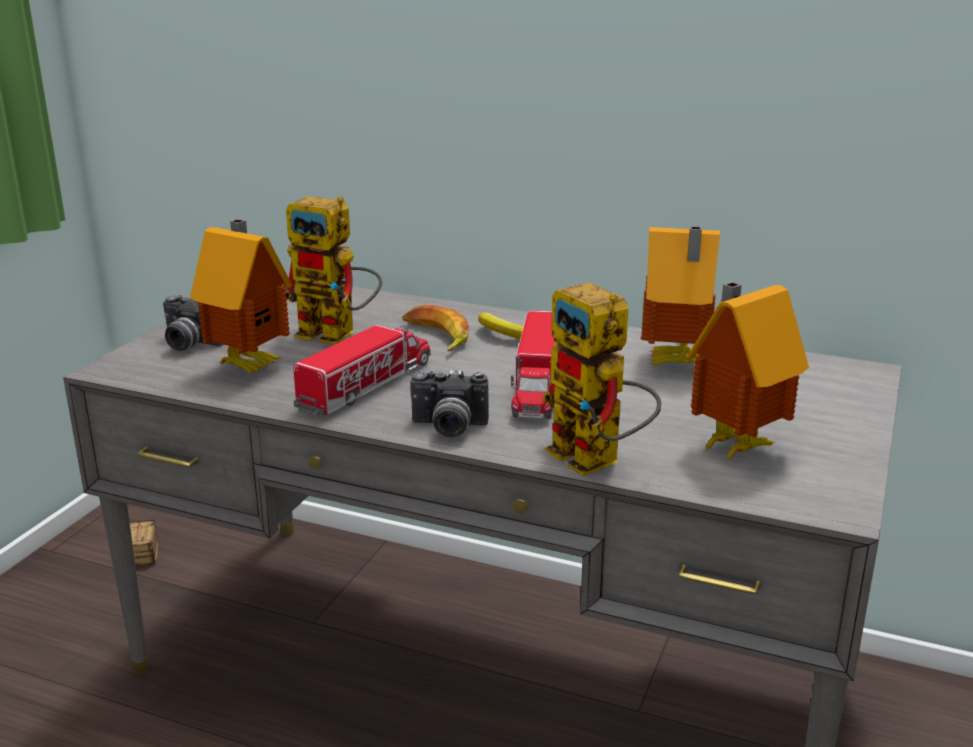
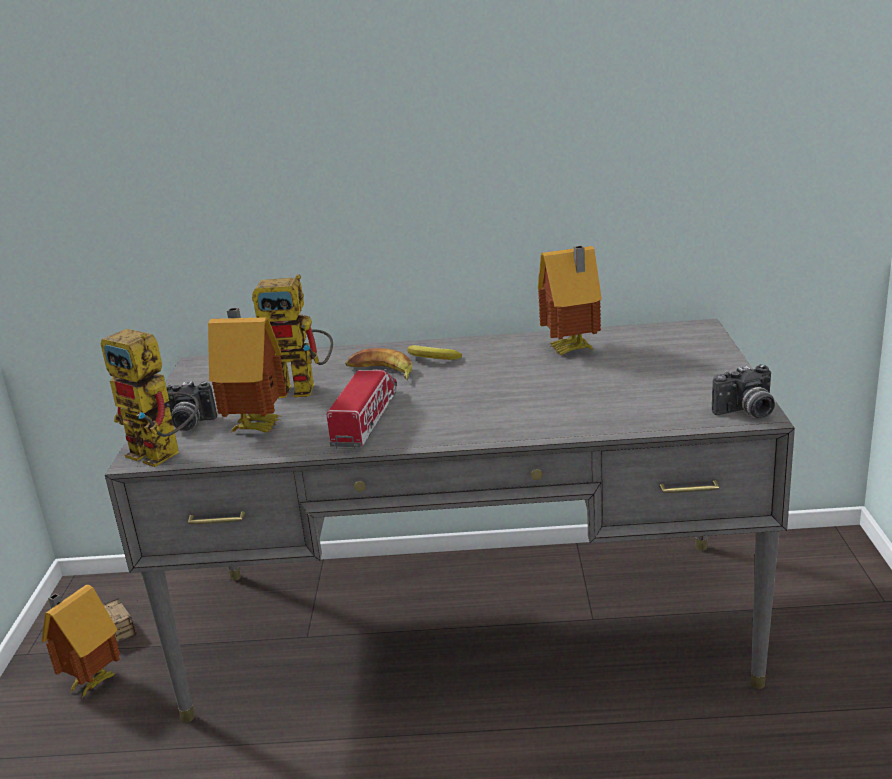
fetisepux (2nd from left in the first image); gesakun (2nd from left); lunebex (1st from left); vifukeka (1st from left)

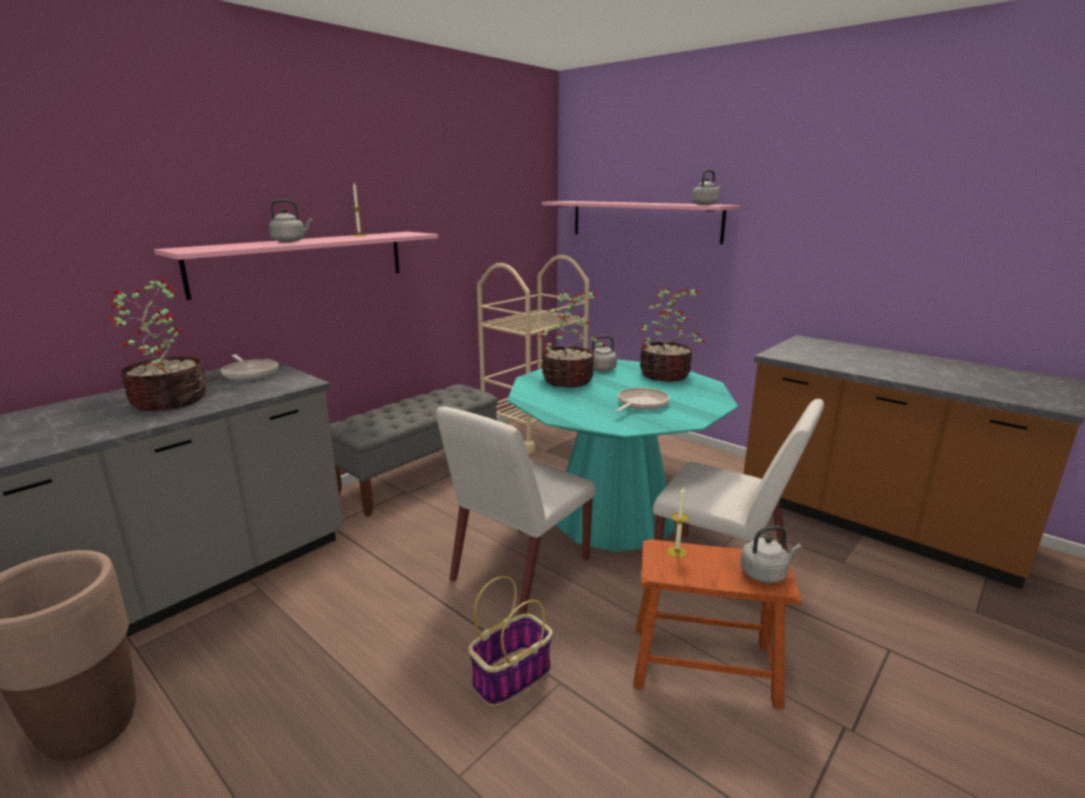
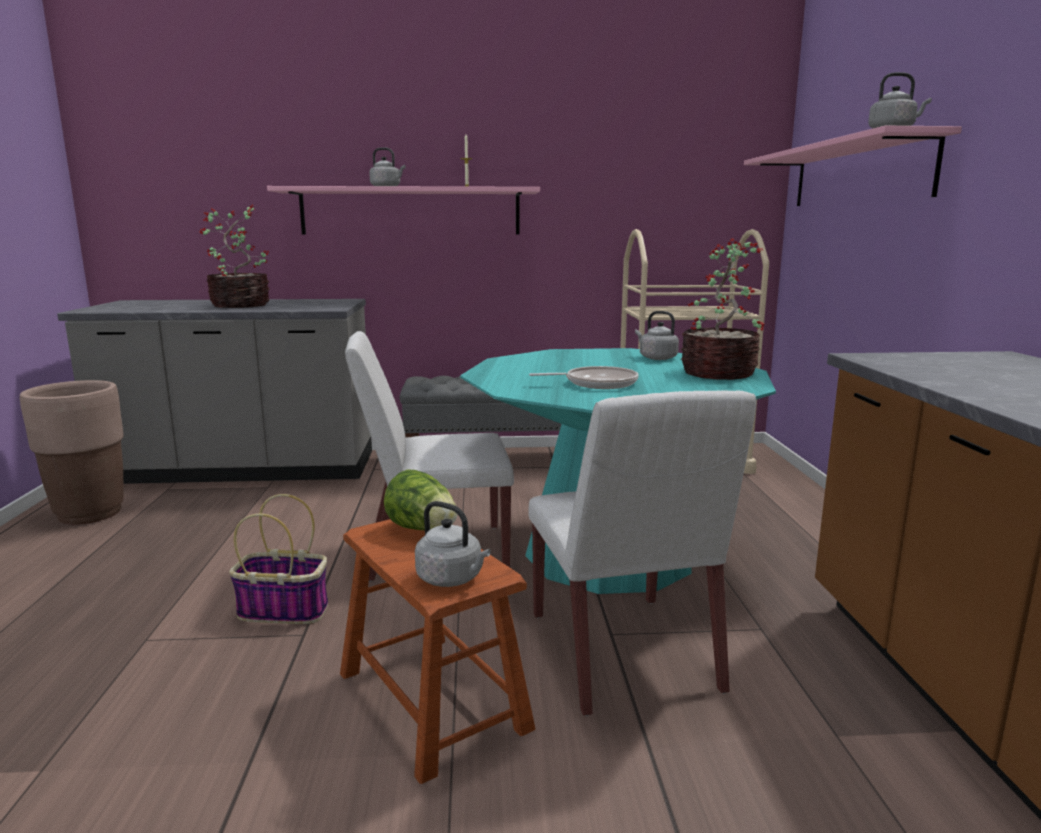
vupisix (1st from left in the first image); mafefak (2nd from left in the first image); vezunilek

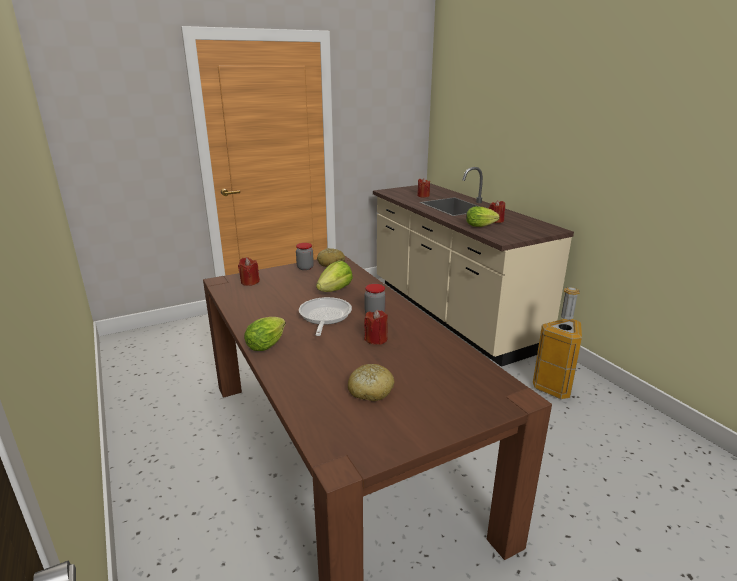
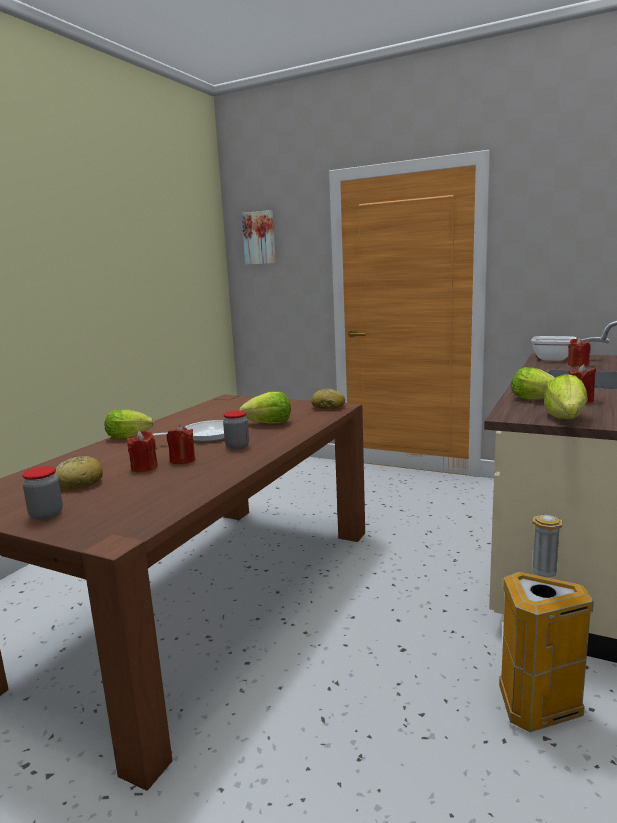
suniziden; vupisix (2nd from left); vezunilek (4th from left); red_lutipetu (1st from left); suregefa (1st from left)

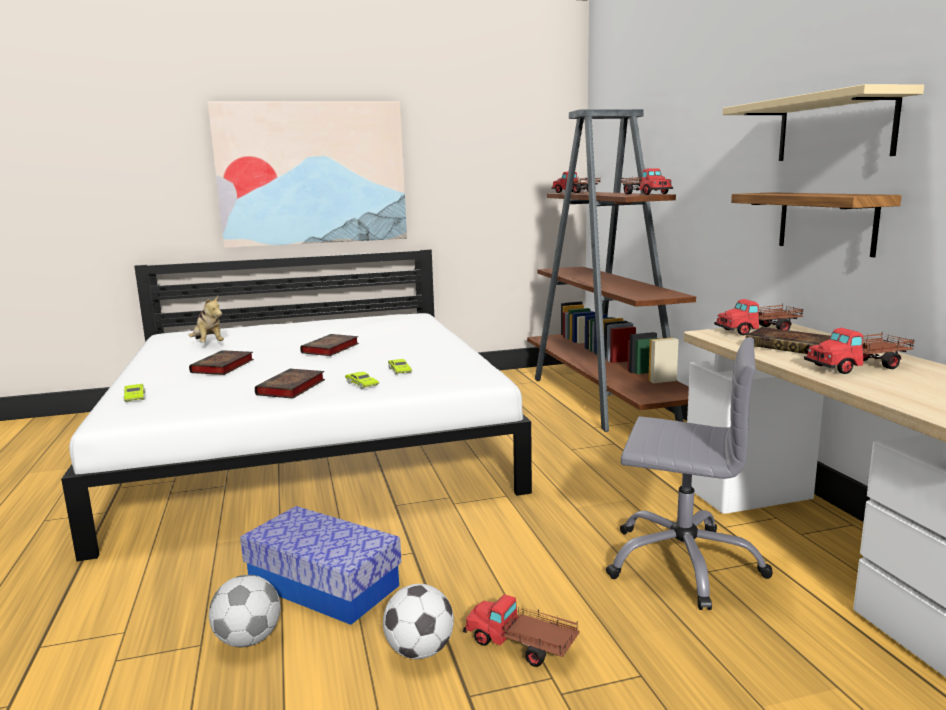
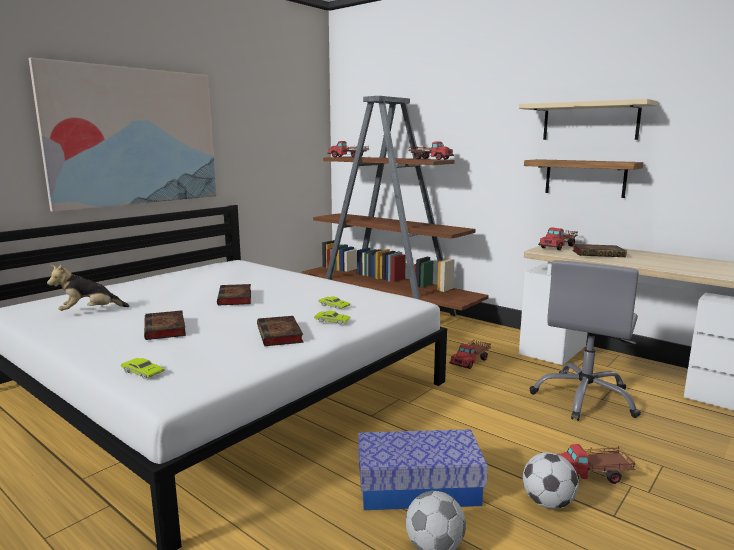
fetisepux (3rd from left); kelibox; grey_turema

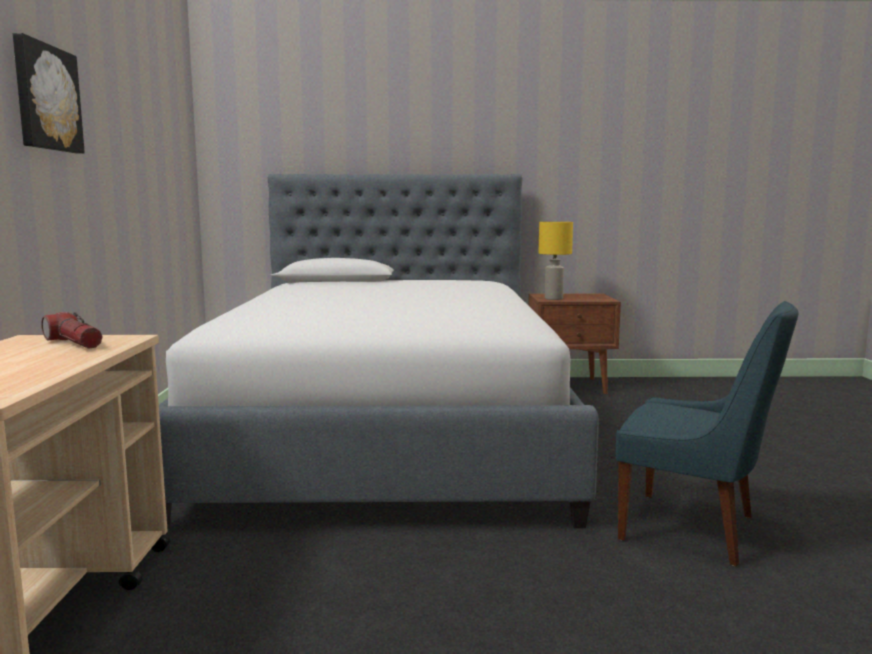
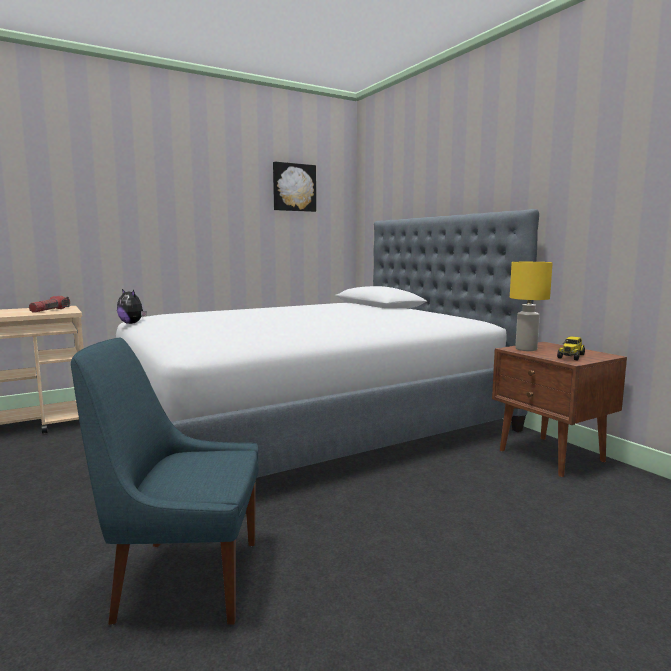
kelibox; fetisepux; suniziden; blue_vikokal

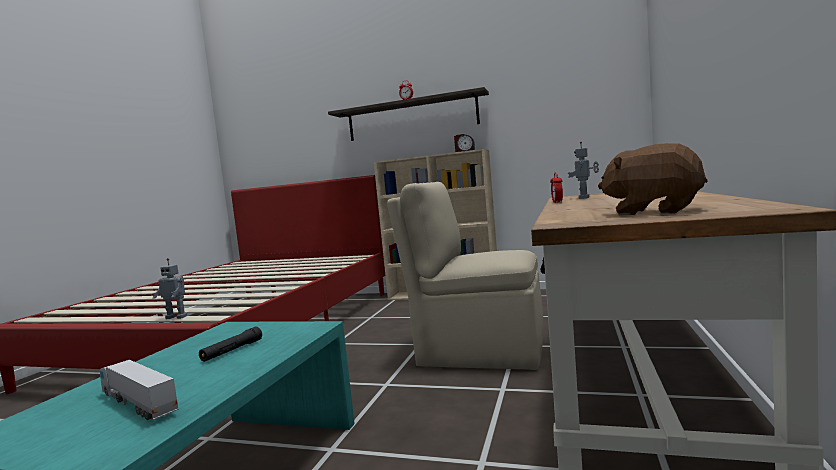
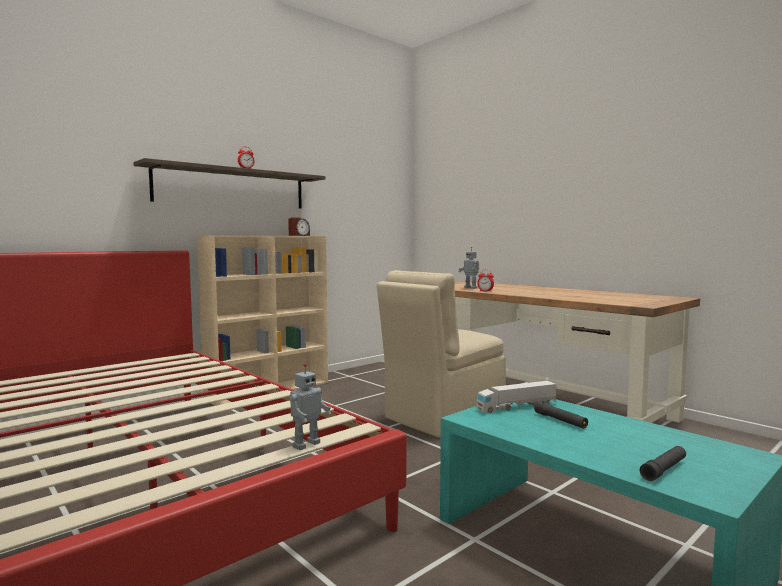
brown_kelibox; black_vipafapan (2nd from left); fetisepux

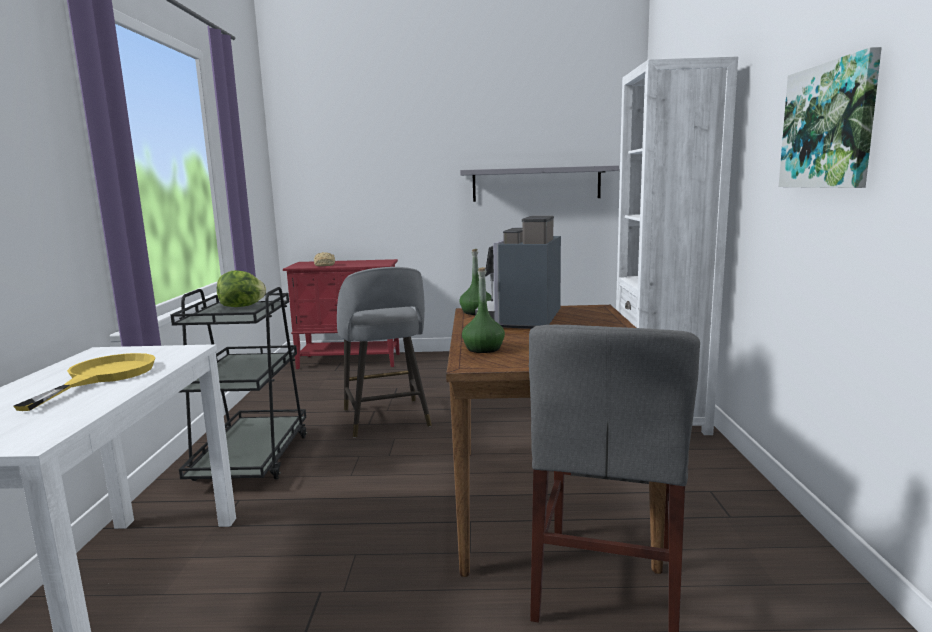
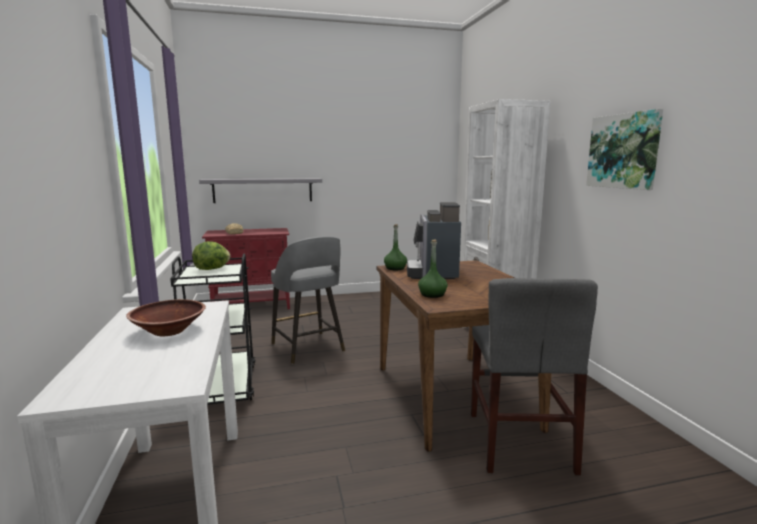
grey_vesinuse; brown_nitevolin

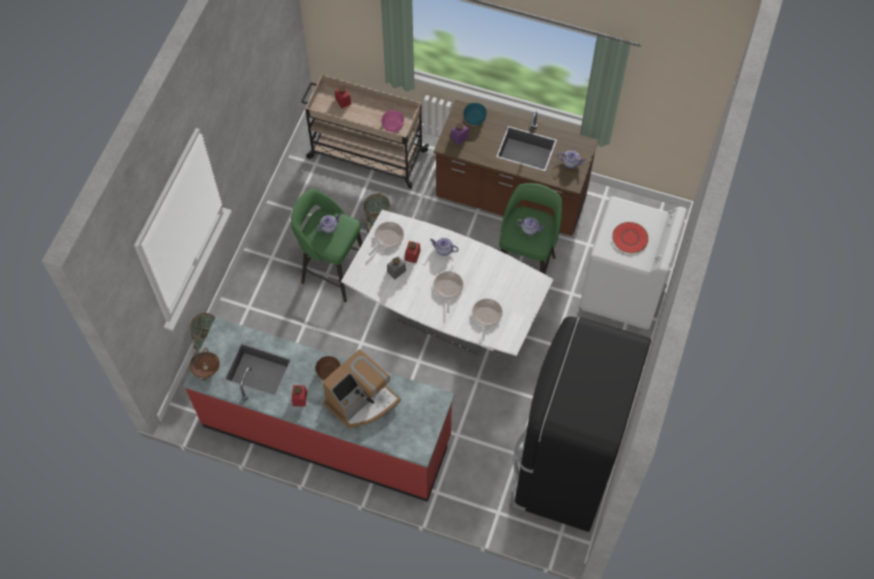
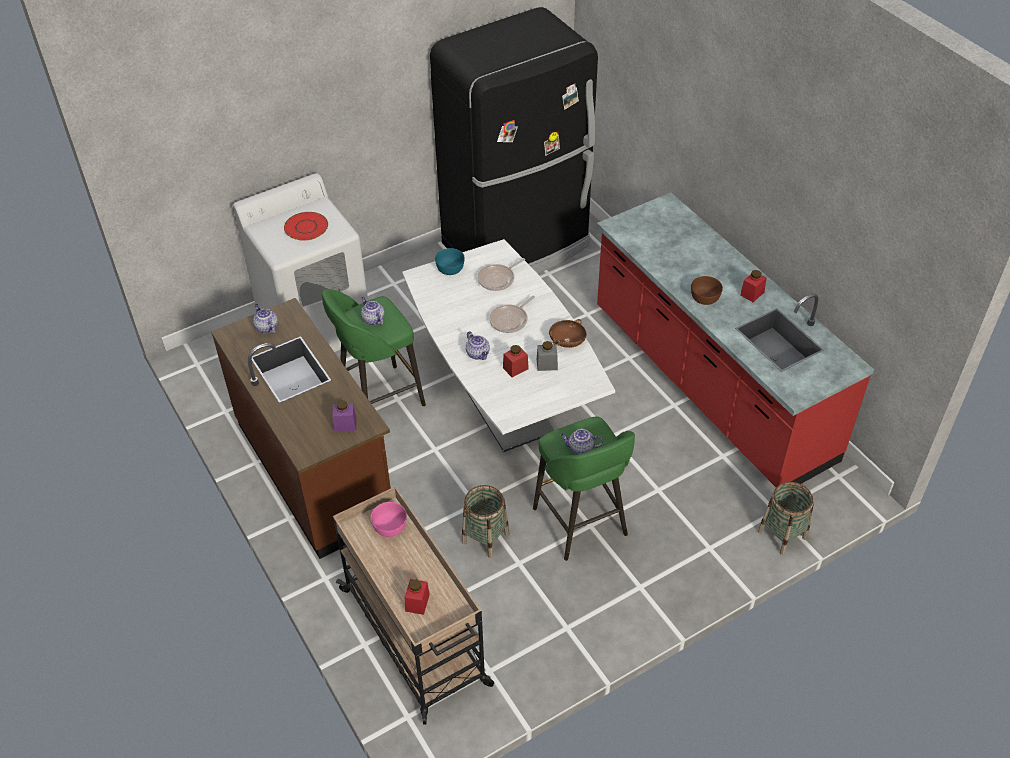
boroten; vupisix (1st from left in the first image); brown_nitevolin (1st from left); turquoise_nitevolin

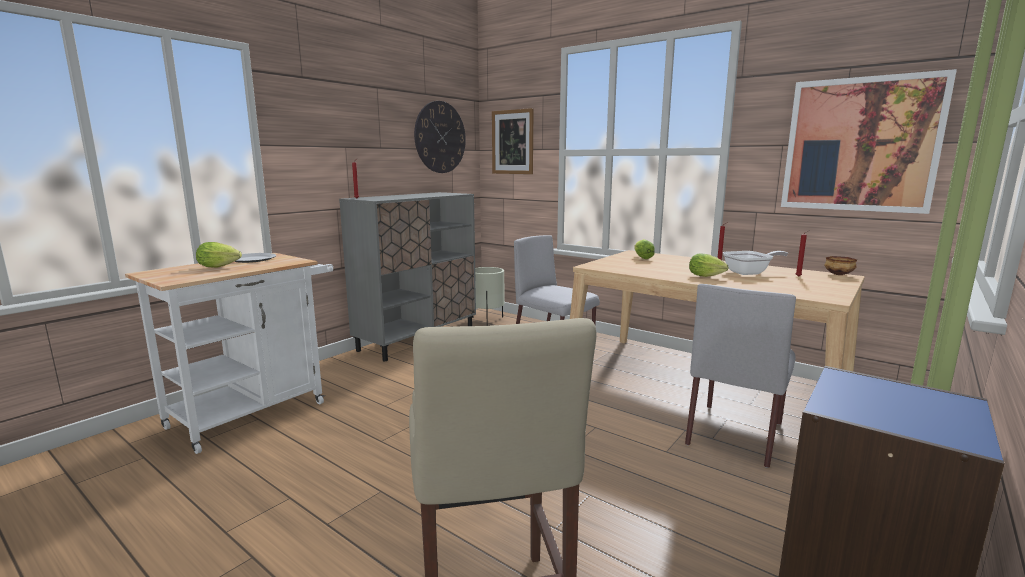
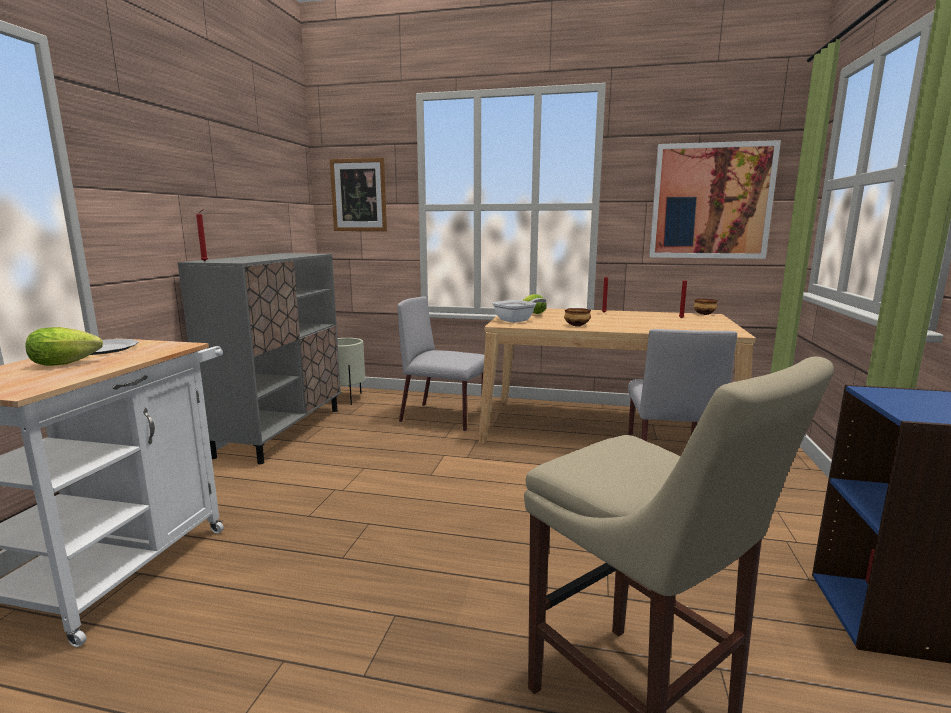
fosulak; vezunilek (3rd from left in the first image); nitevolin (1st from left); vupisix

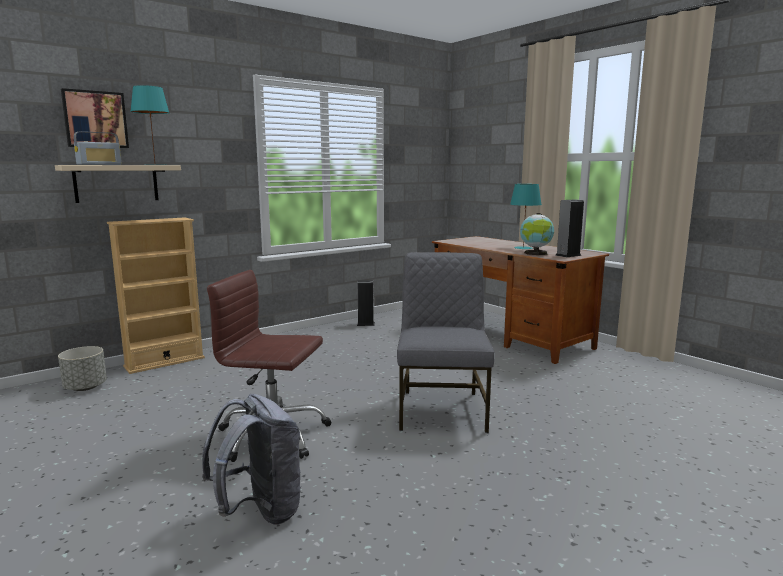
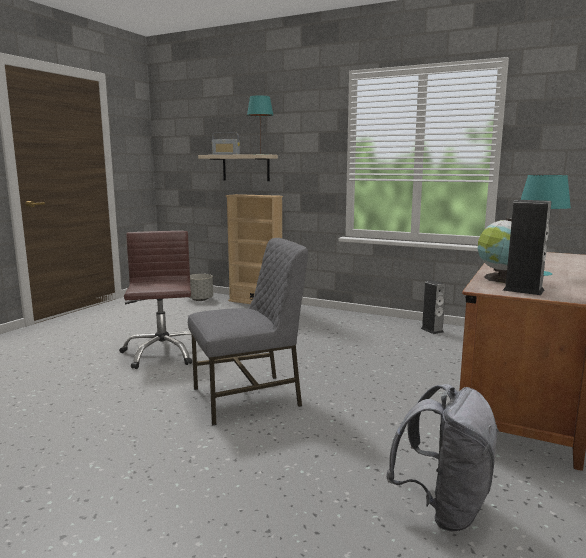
suniziden; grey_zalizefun

